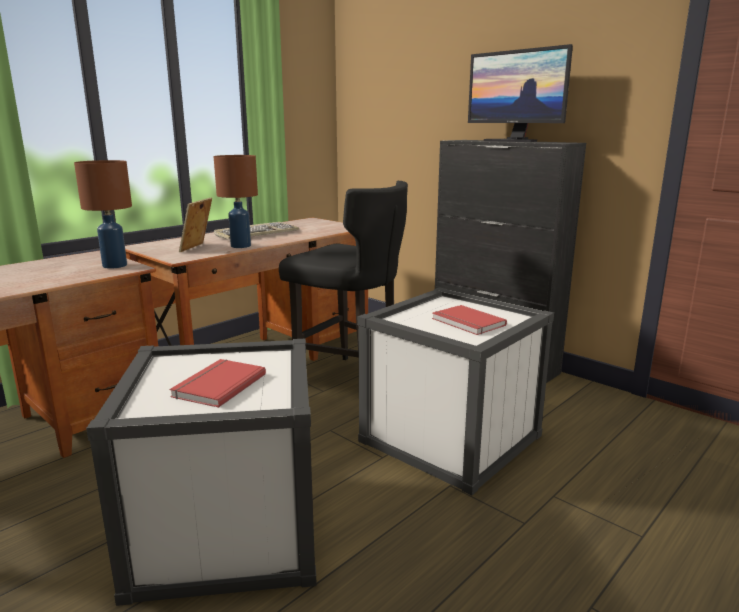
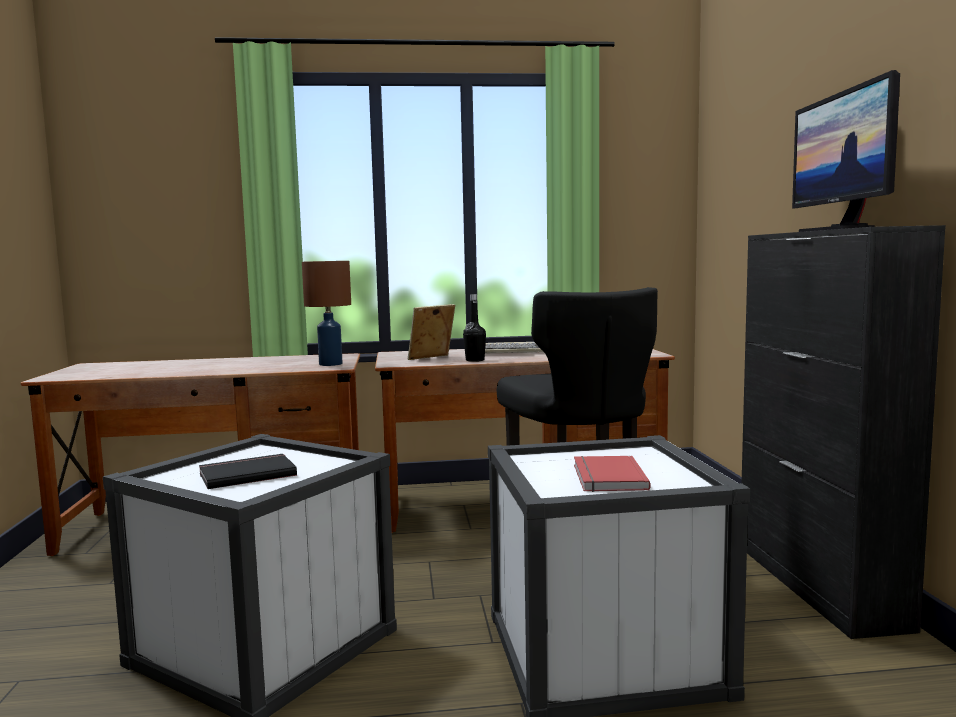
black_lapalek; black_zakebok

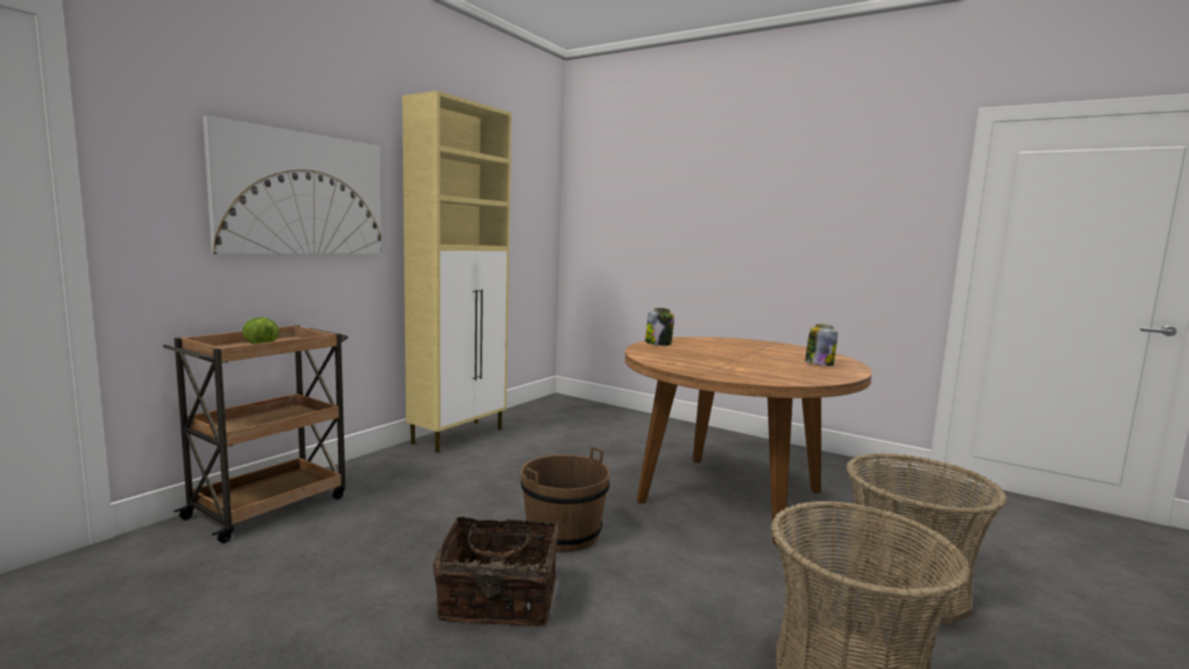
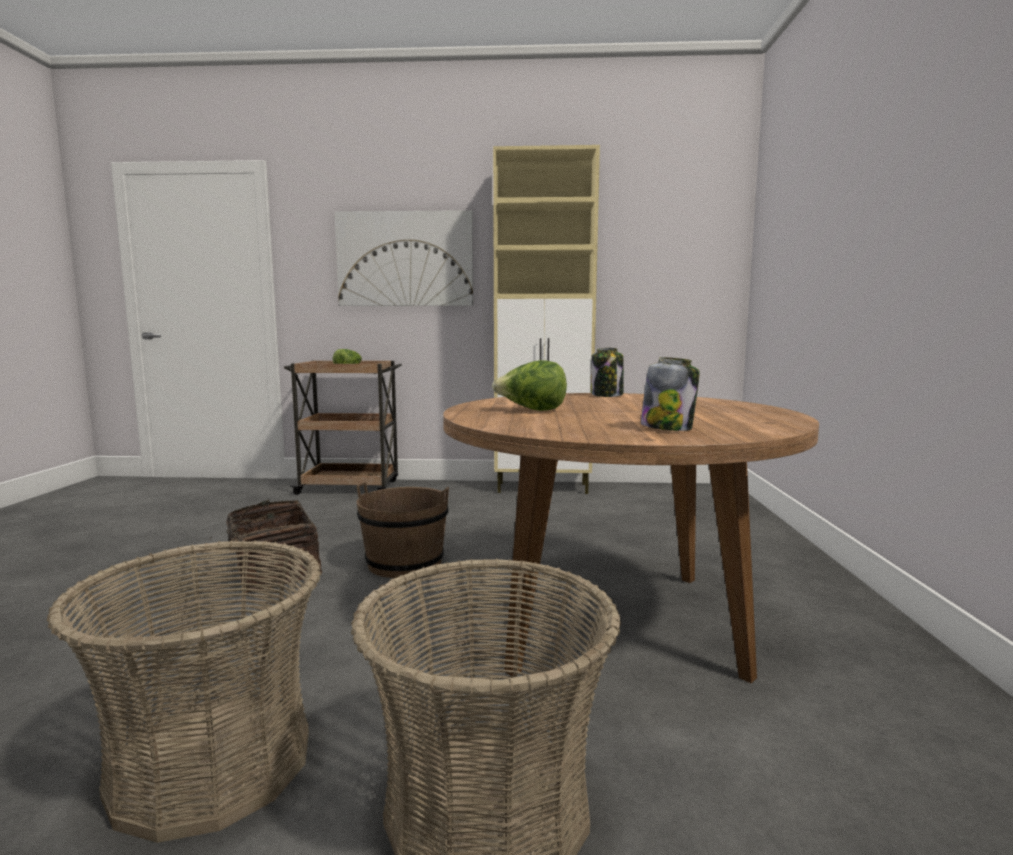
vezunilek (2nd from left)

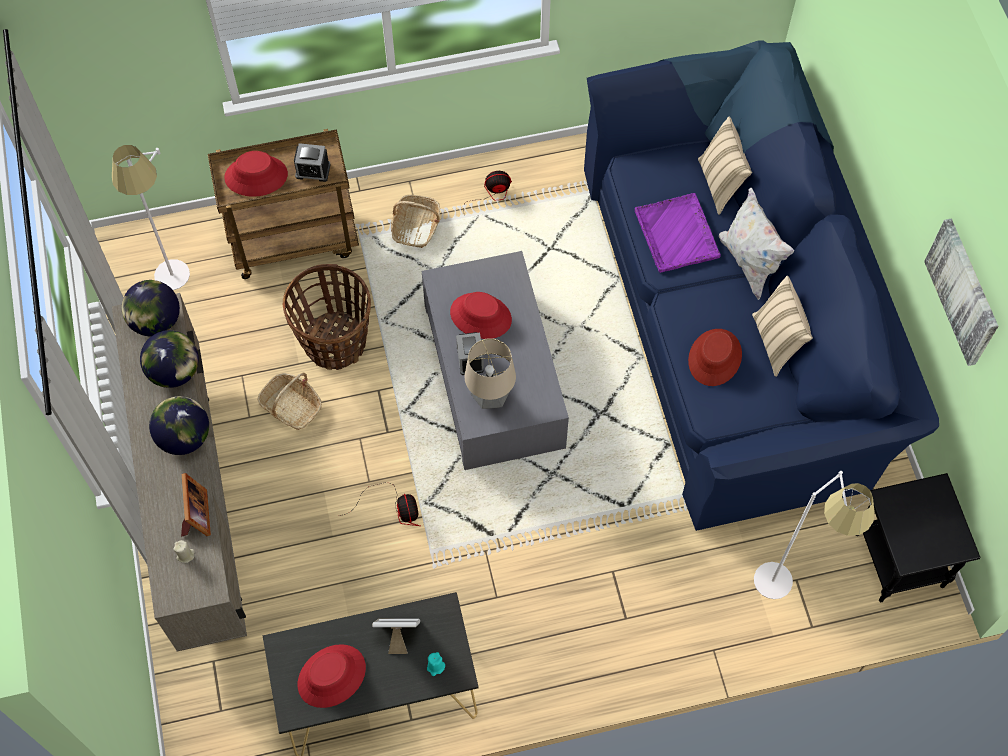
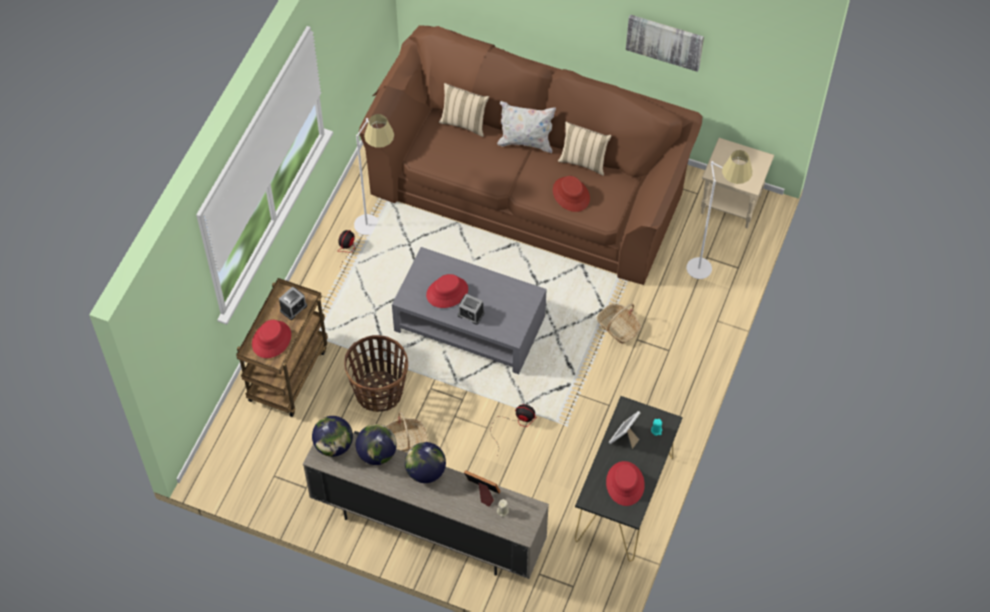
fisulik; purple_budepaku; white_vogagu (1st from left); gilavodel (3rd from left); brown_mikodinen; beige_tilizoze

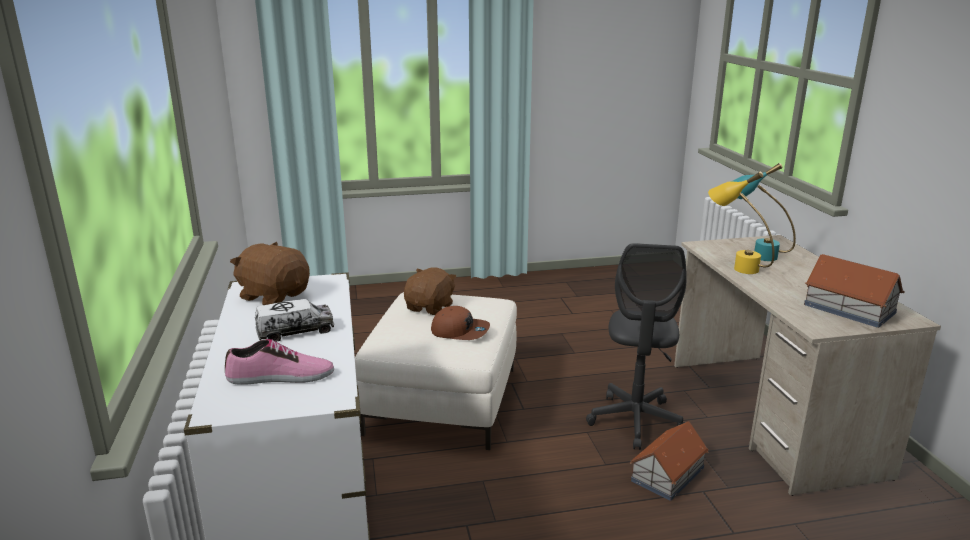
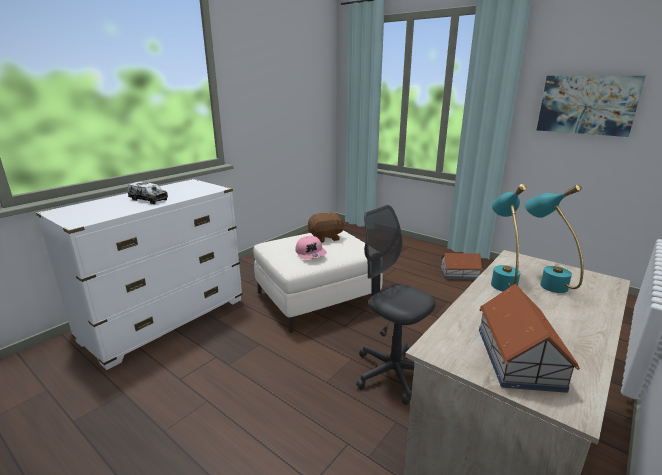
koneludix; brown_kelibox (1st from left in the first image); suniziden; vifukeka (1st from left); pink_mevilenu; turquoise_fisulik (1st from left); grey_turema

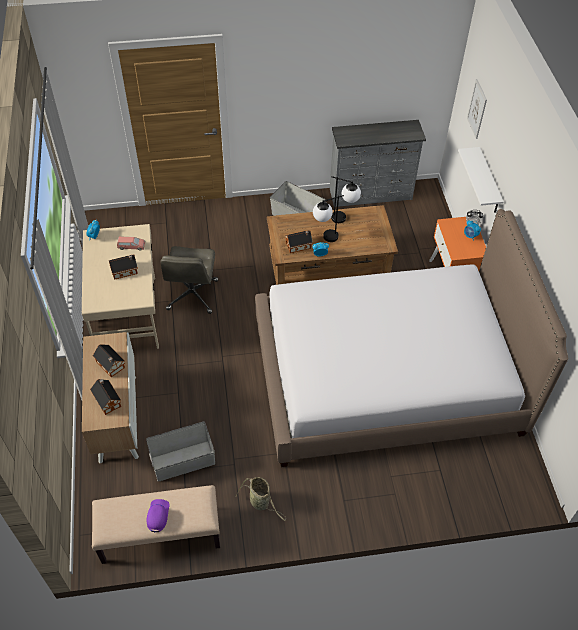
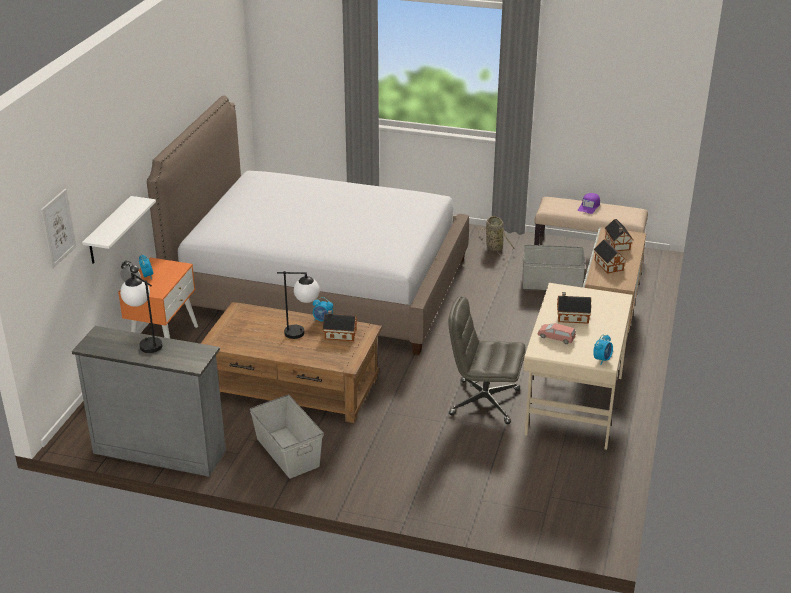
fisulik (1st from left); grey_turema

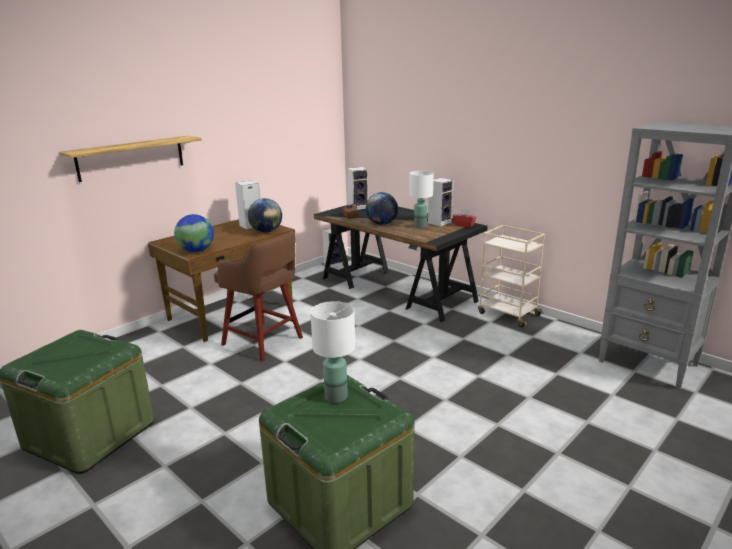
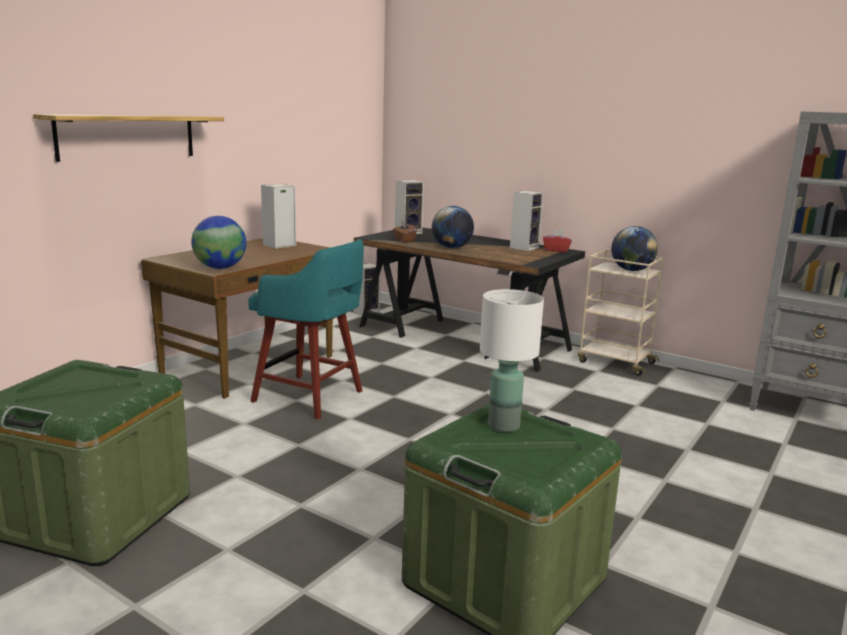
white_fisulik (2nd from left in the first image); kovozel (3rd from left); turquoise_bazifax

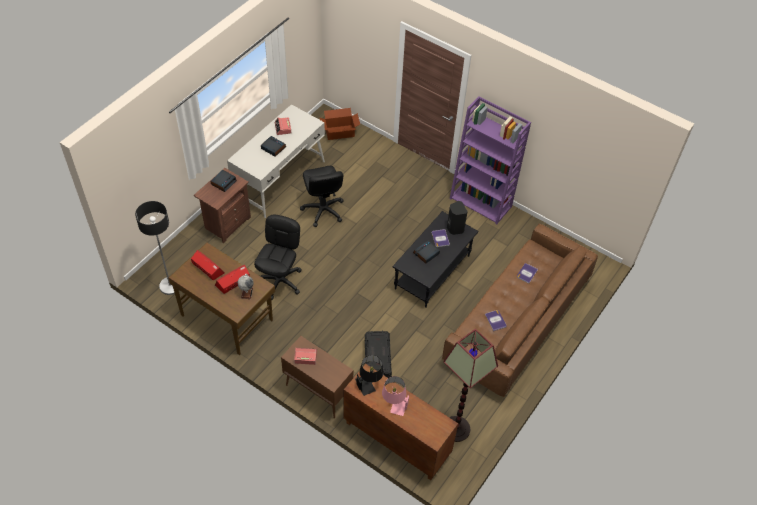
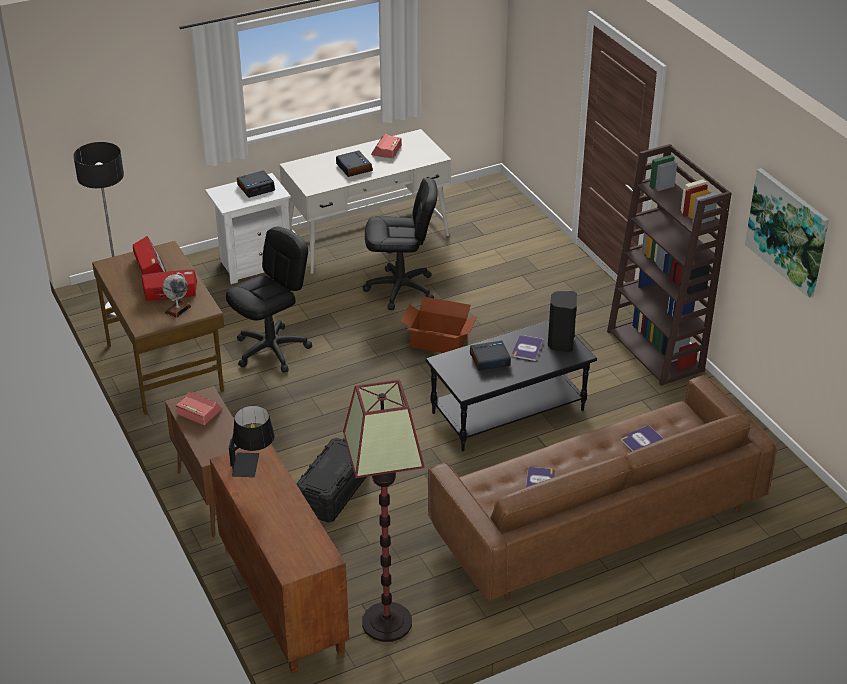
pink_fisulik; suniziden; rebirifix; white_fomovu; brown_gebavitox; black_turema (2nd from left)

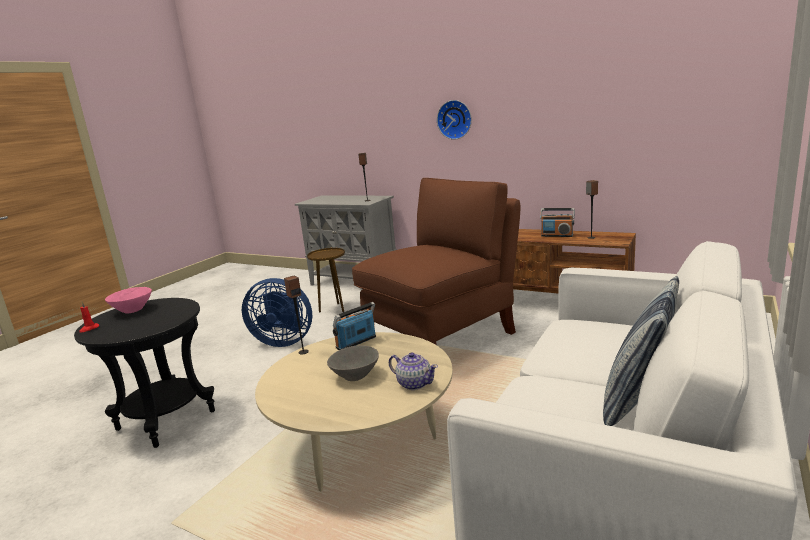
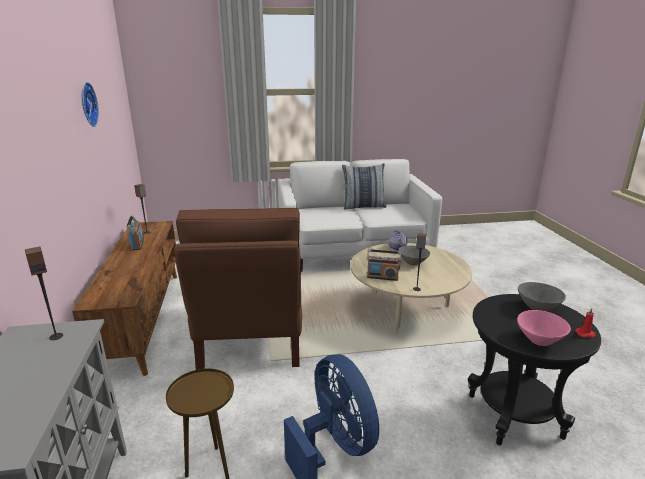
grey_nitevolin (2nd from left); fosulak; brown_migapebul

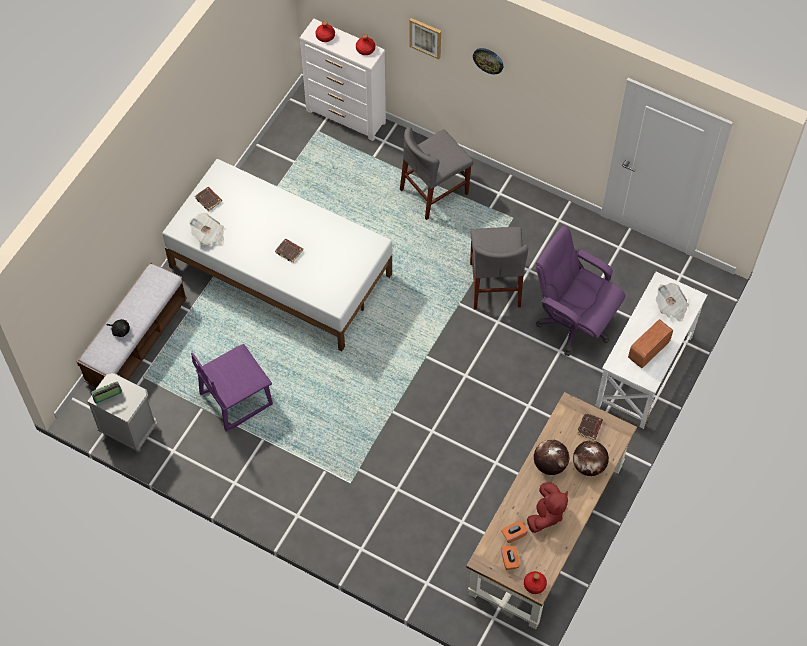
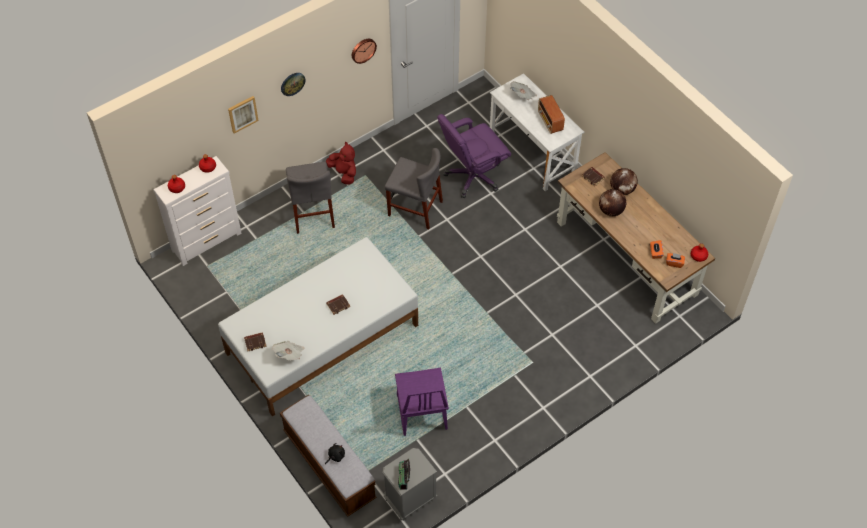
fosulak (2nd from left); red_kelibox

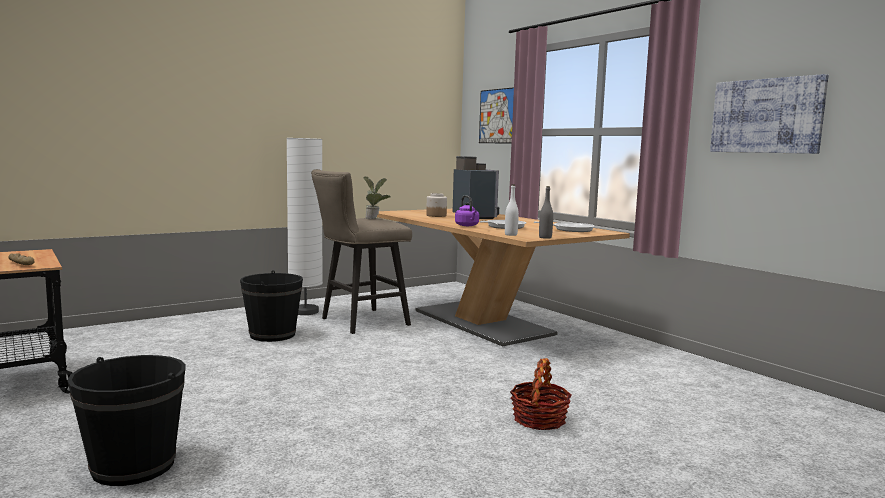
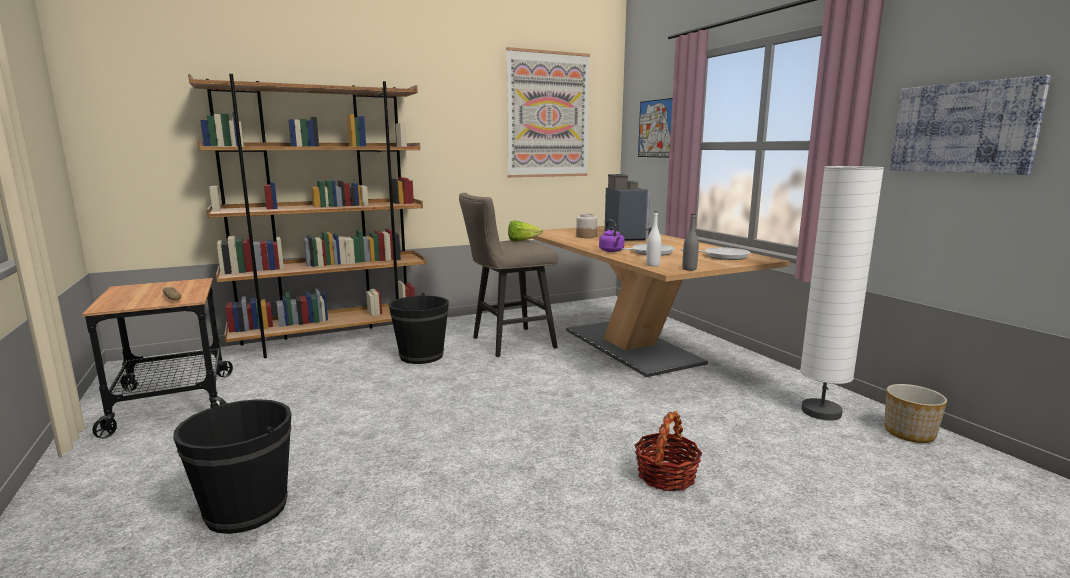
brown_gebavitox; suniziden (1st from left); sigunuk; white_vogagu; vezunilek

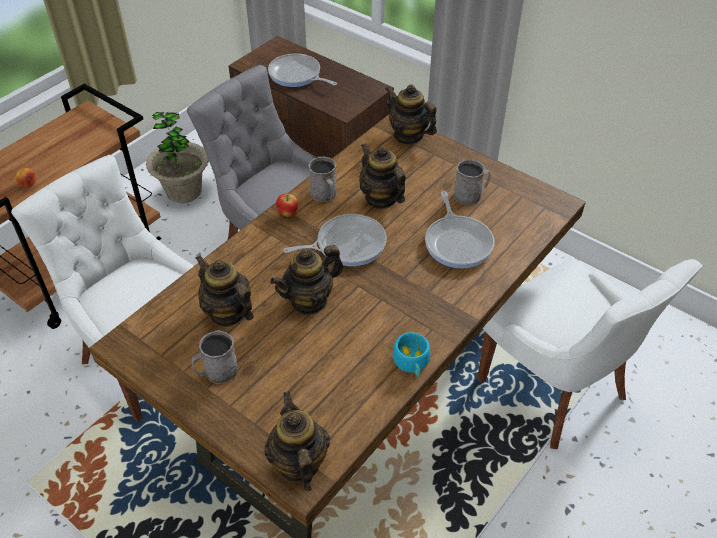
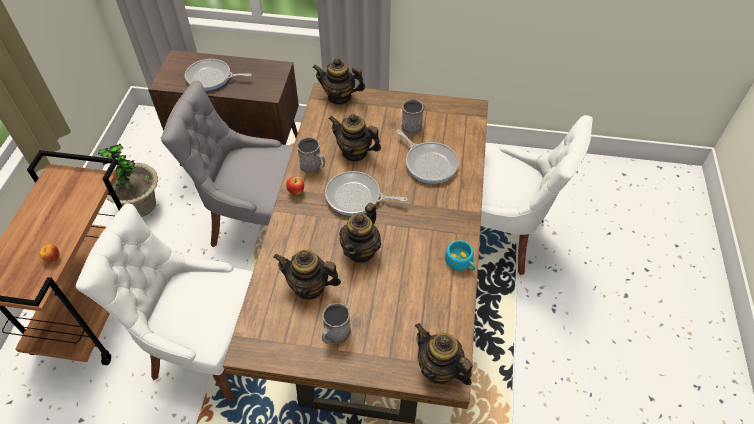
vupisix (2nd from left)

